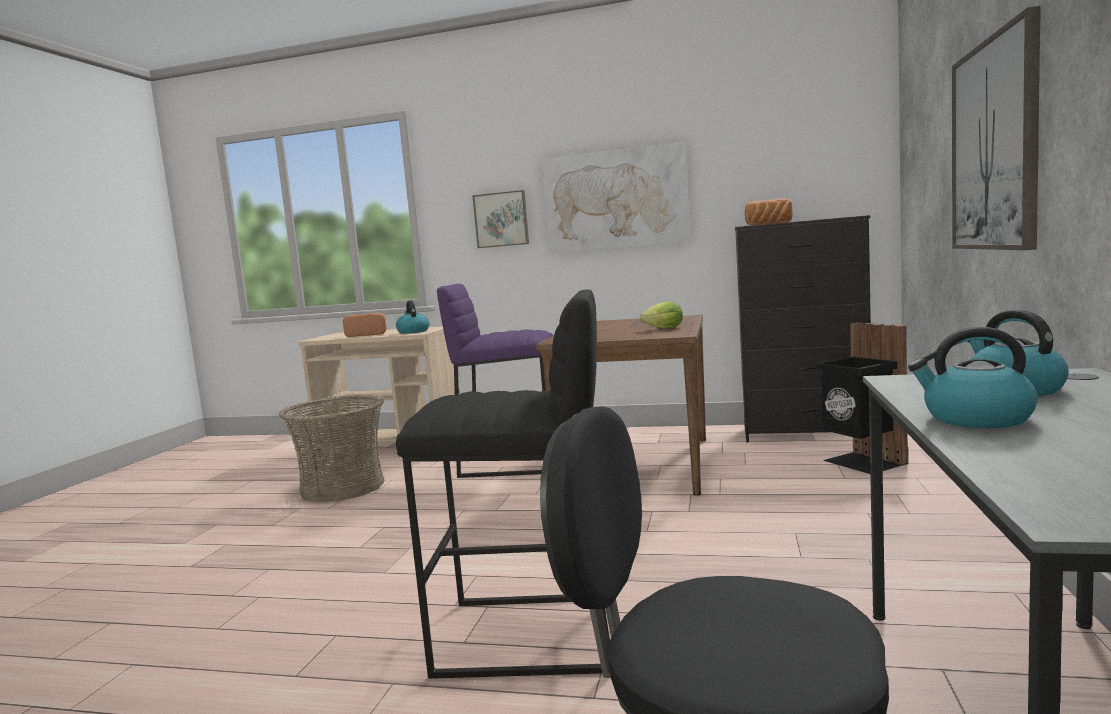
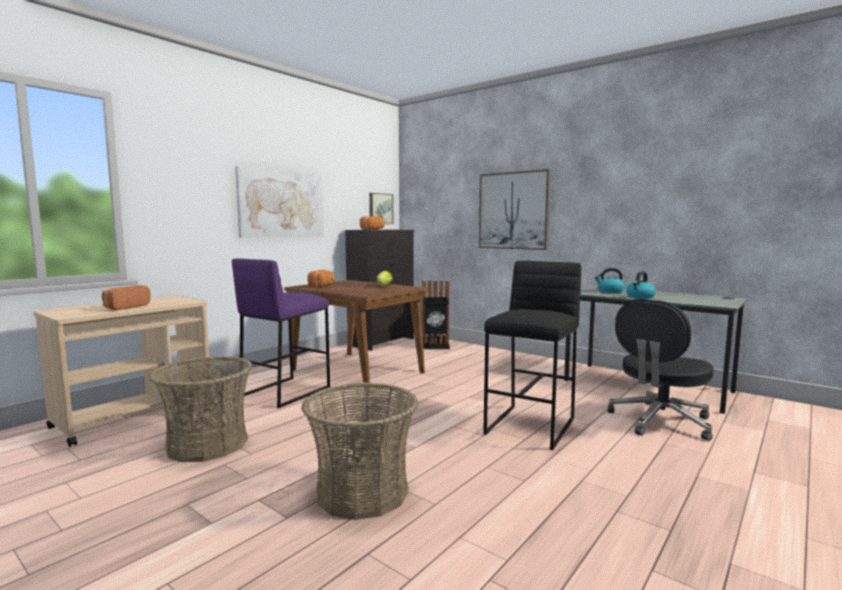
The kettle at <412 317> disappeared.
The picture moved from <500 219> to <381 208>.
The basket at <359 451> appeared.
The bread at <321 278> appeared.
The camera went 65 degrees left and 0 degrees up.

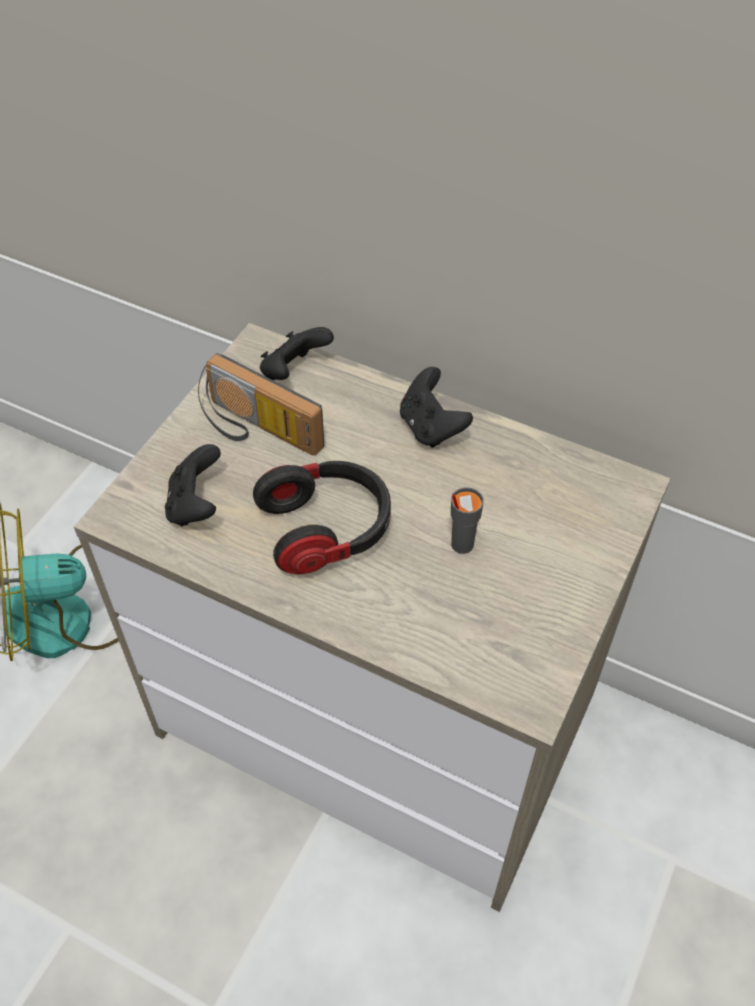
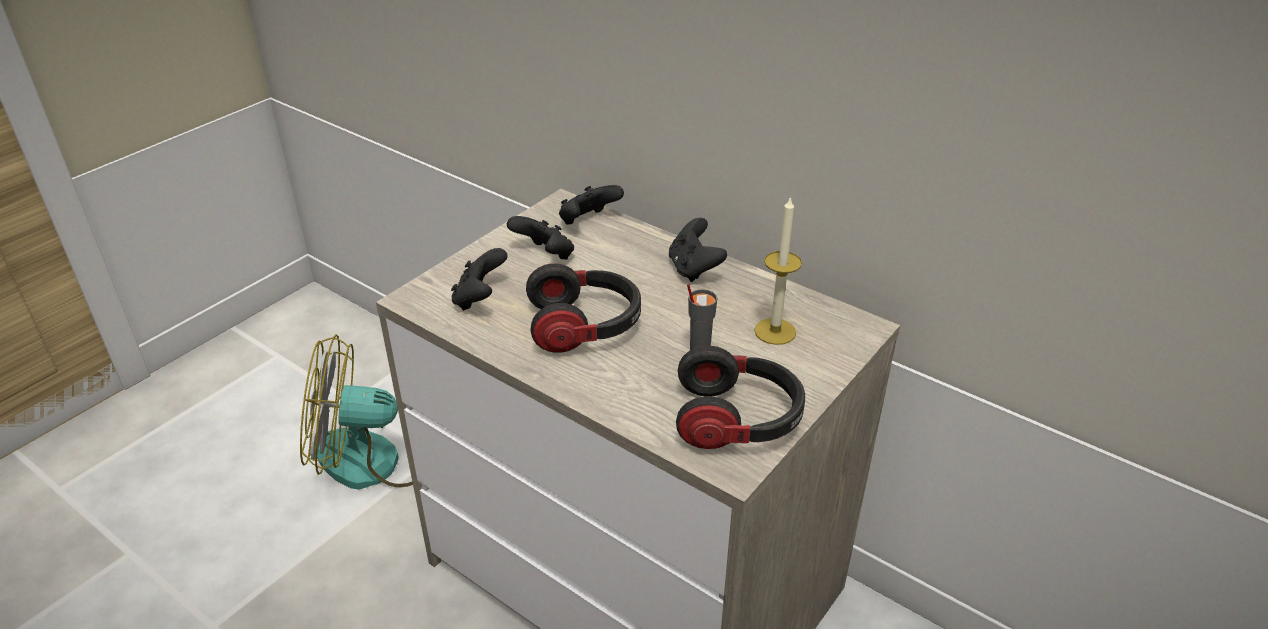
The radio at <261 404> was replaced by the black_game_controller at <540 238>.
The headphones at <740 397> appeared.
The candle at <778 270> appeared.
The camera went 10 degrees right and 15 degrees down.

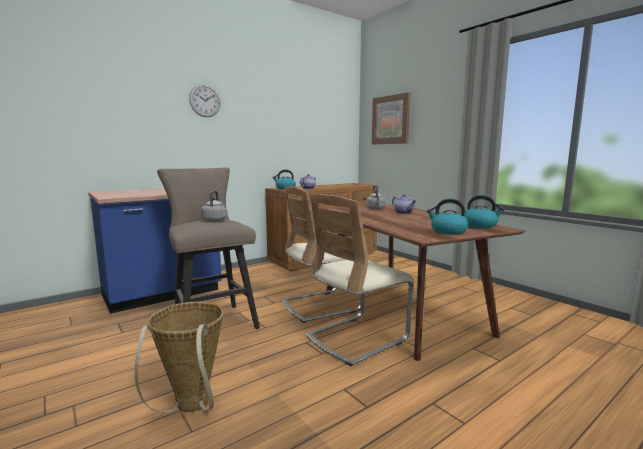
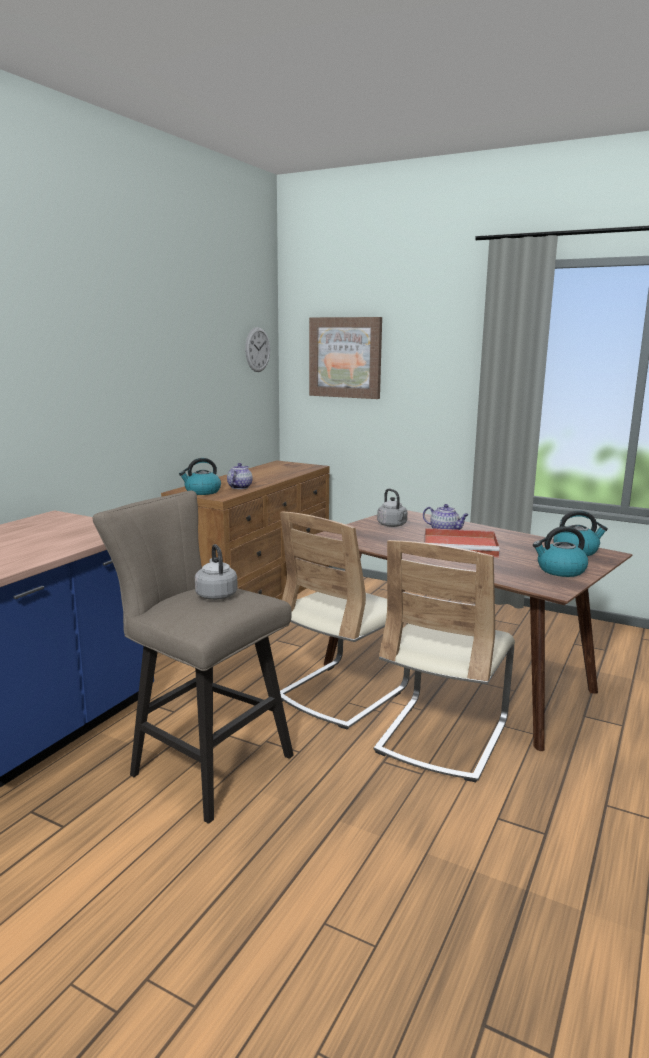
The basket at <179 357> disappeared.
The wall_clock moved from <205 100> to <257 349>.
The red_tray at <462 542> appeared.
The camera went 25 degrees left and 5 degrees up.

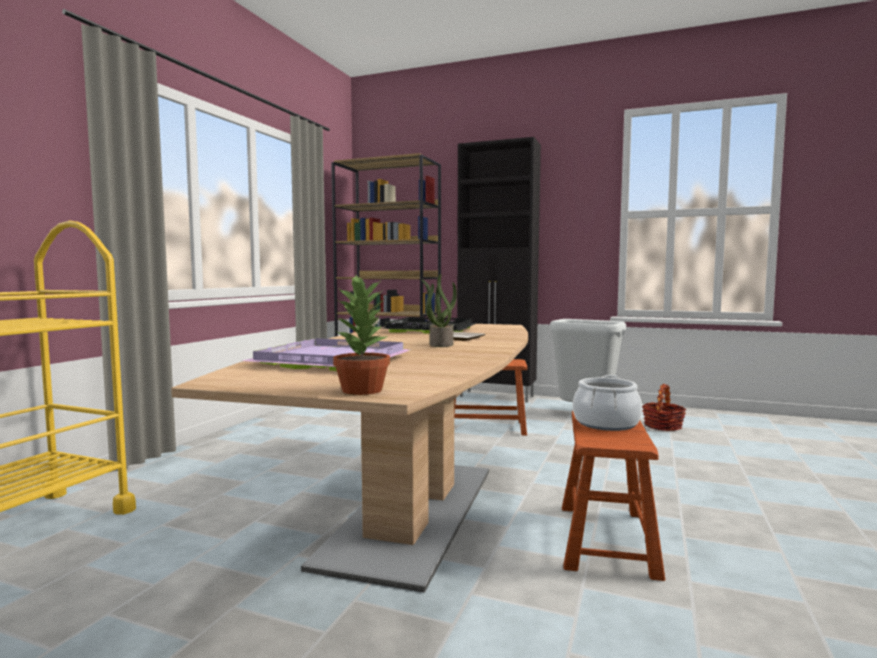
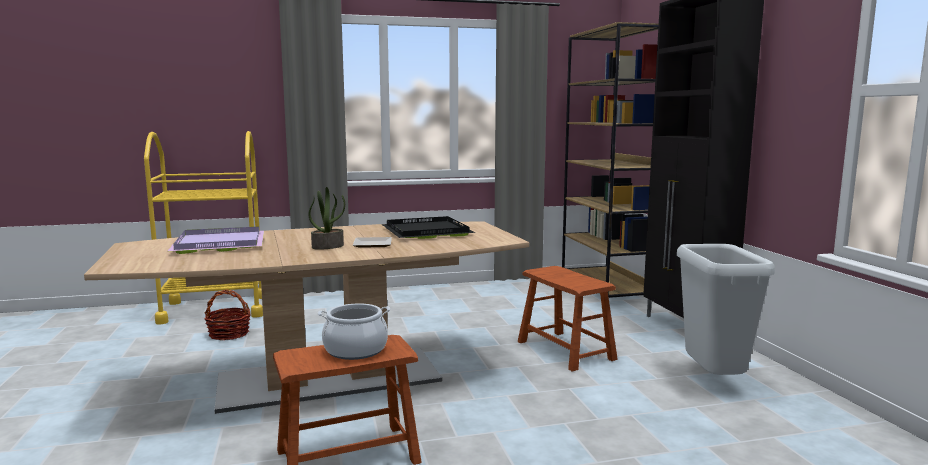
The potted_plant at <361 335> disappeared.
The basket moved from <664 407> to <228 315>.
The camera went 55 degrees right and 5 degrees up.

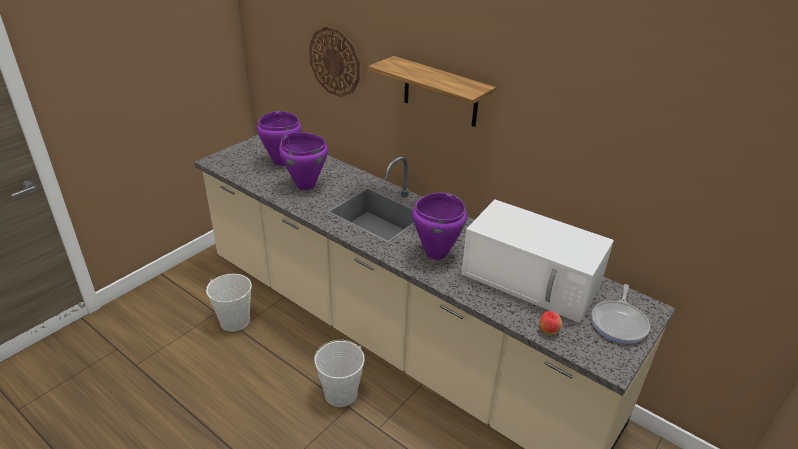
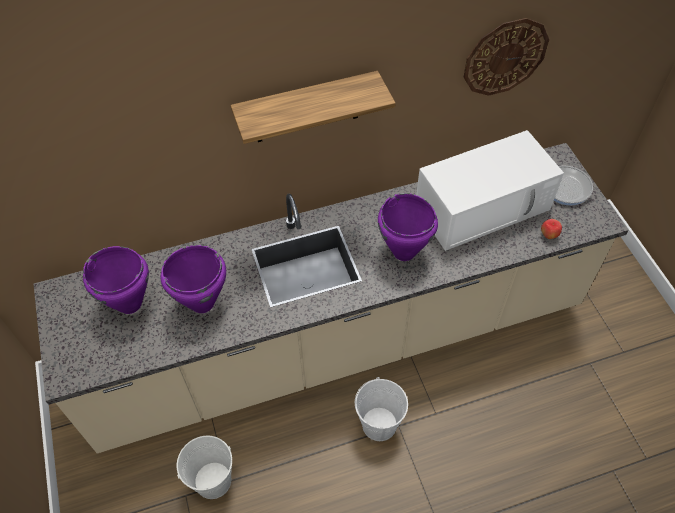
The wall_clock moved from <334 61> to <506 57>.
The camera went 55 degrees left and 20 degrees up.

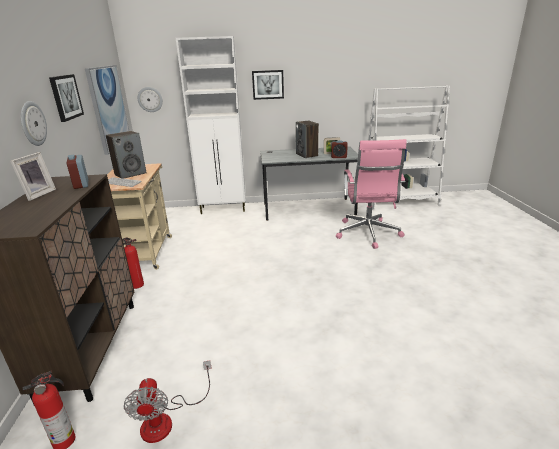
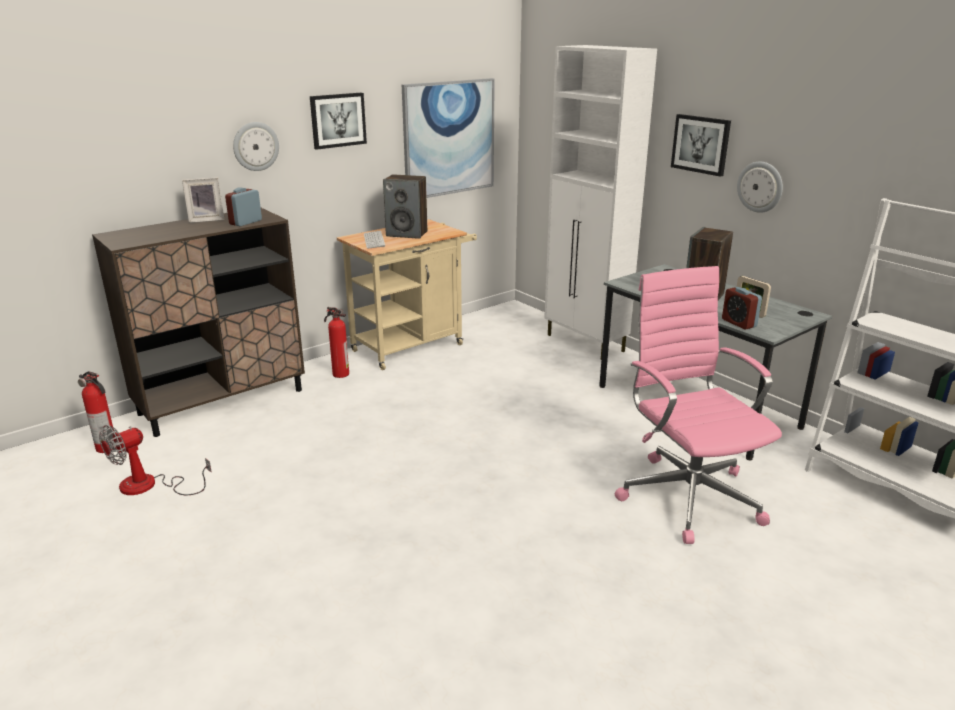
The wall_clock moved from <150 99> to <760 187>.
The pink_office_chair at <371 194> turned 105 degrees clockwise.
The camera went 55 degrees right and 0 degrees up.

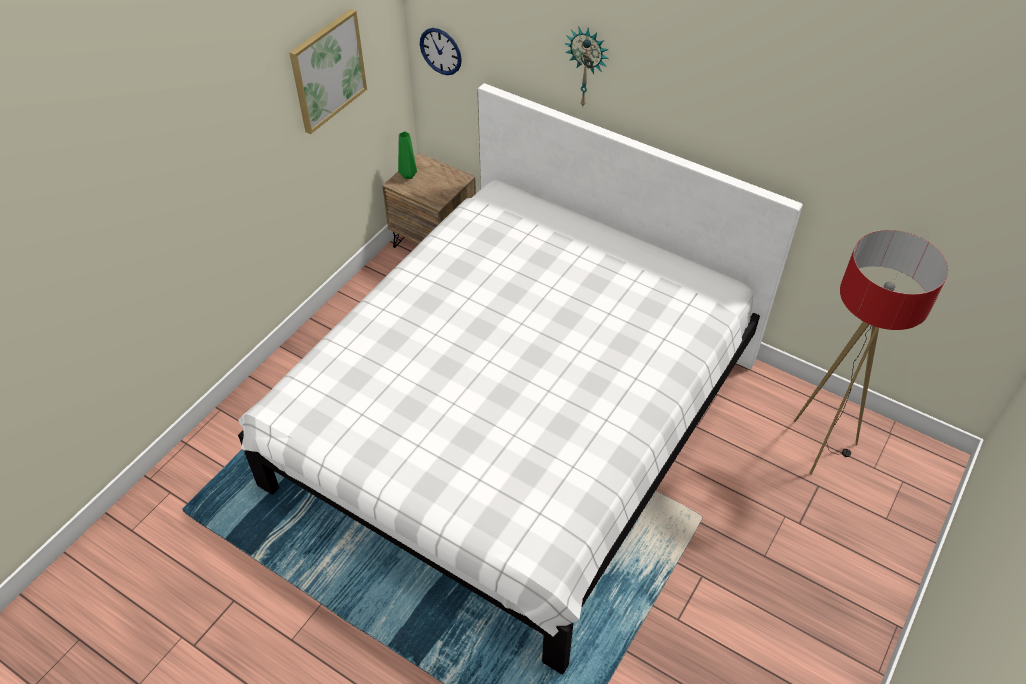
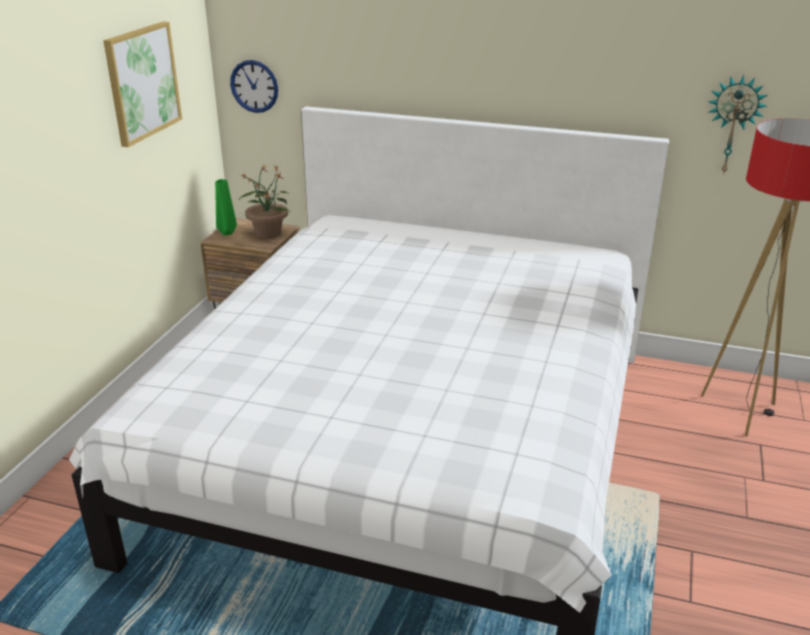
The wall_clock moved from <586 67> to <738 125>.
The potted_plant at <264 201> appeared.
The camera went 15 degrees left and 20 degrees down.

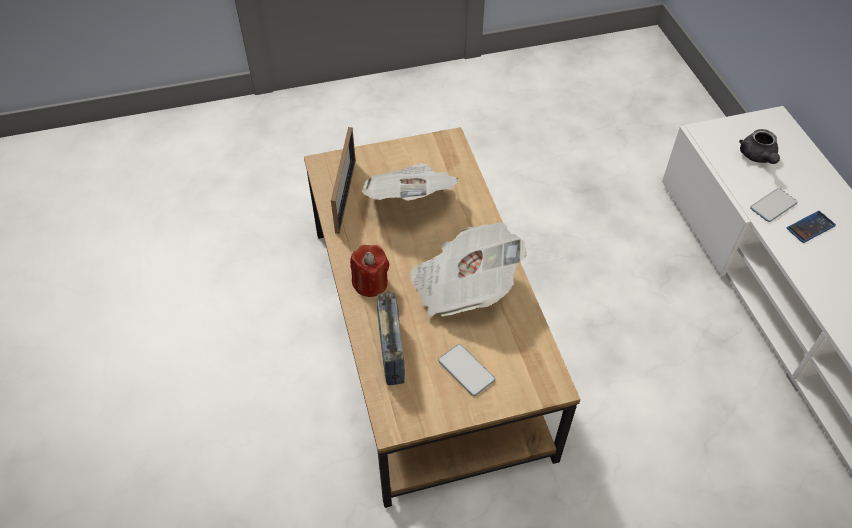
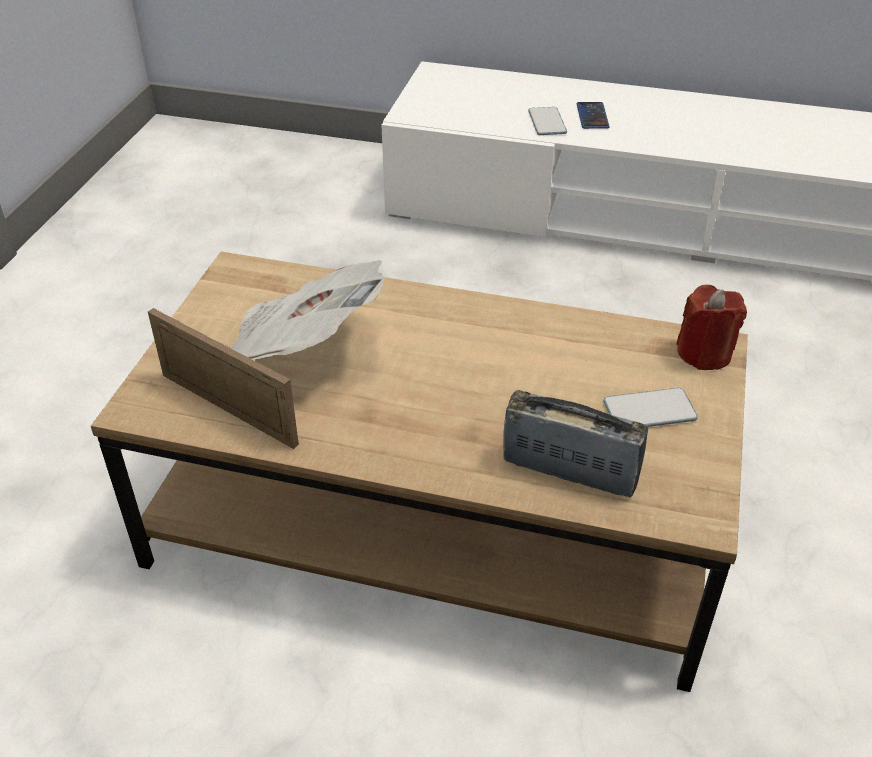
The red_candle moved from <370 271> to <711 327>.
The newspaper at <468 269> disappeared.
The grey_teapot at <759 146> disappeared.
The camera went 60 degrees left and 10 degrees down.

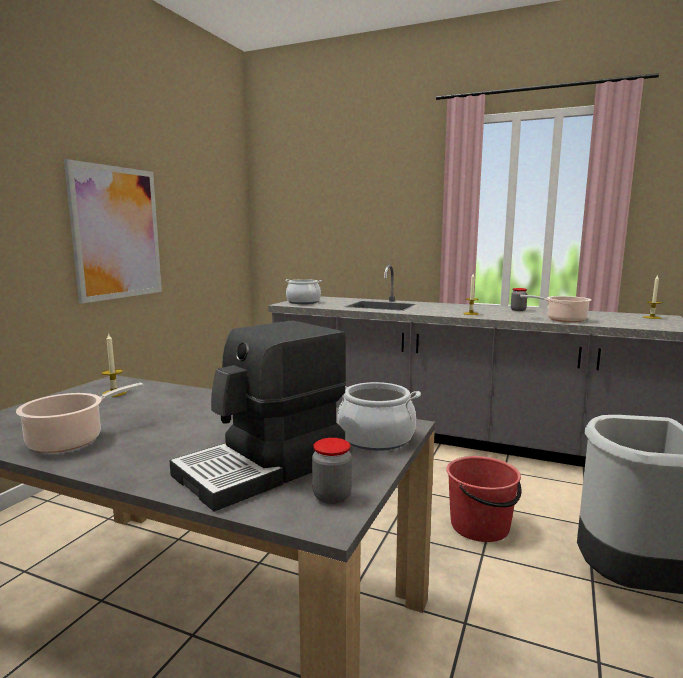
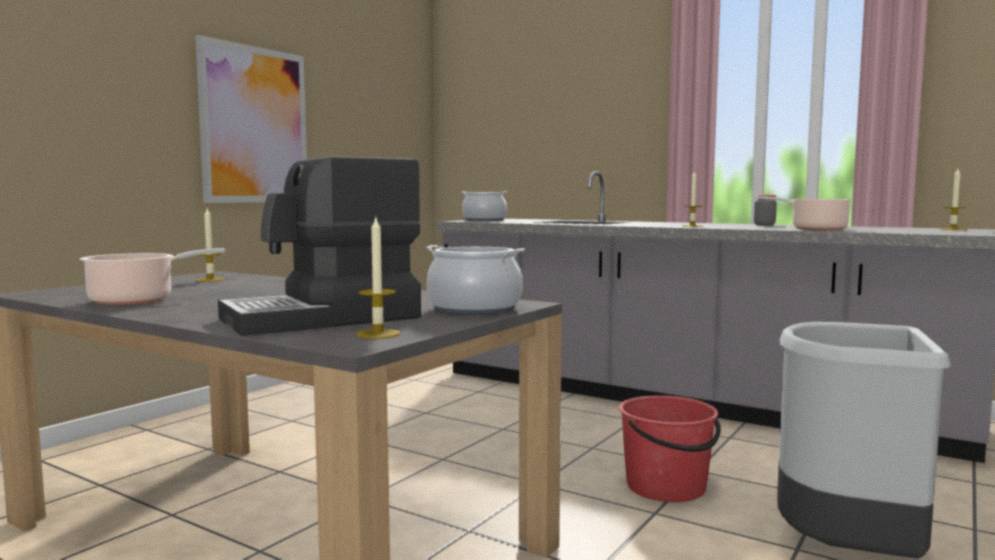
The jar at <332 471> was replaced by the candle at <378 278>.
The camera went 10 degrees right and 5 degrees down.

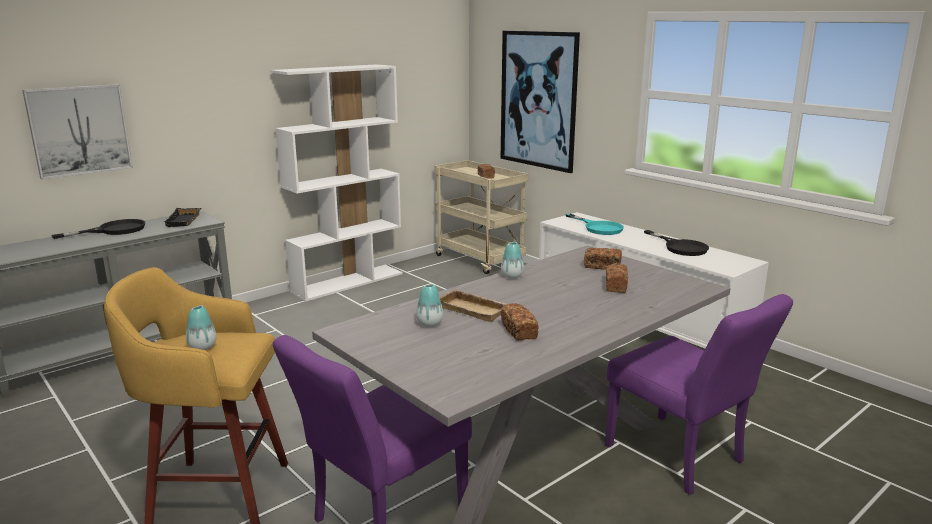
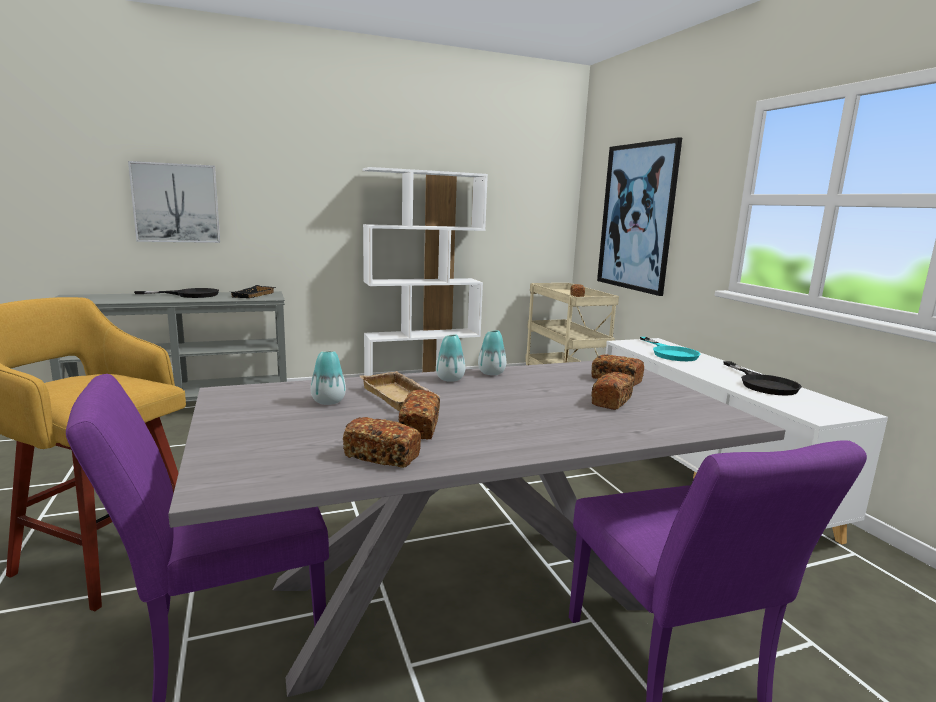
The vase moved from <201 327> to <450 358>.
The bread at <382 442> appeared.
The camera went 20 degrees right and 5 degrees down.

